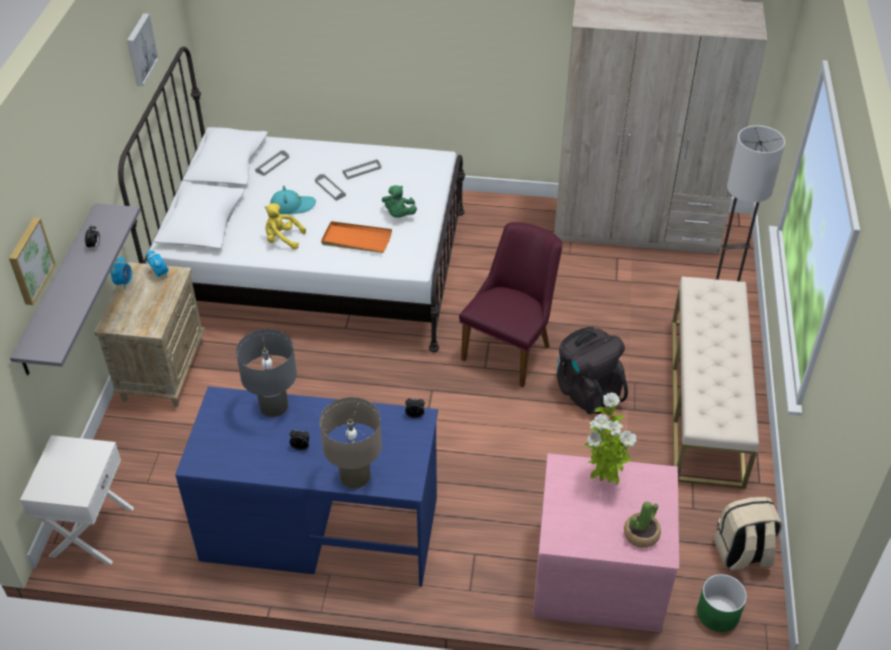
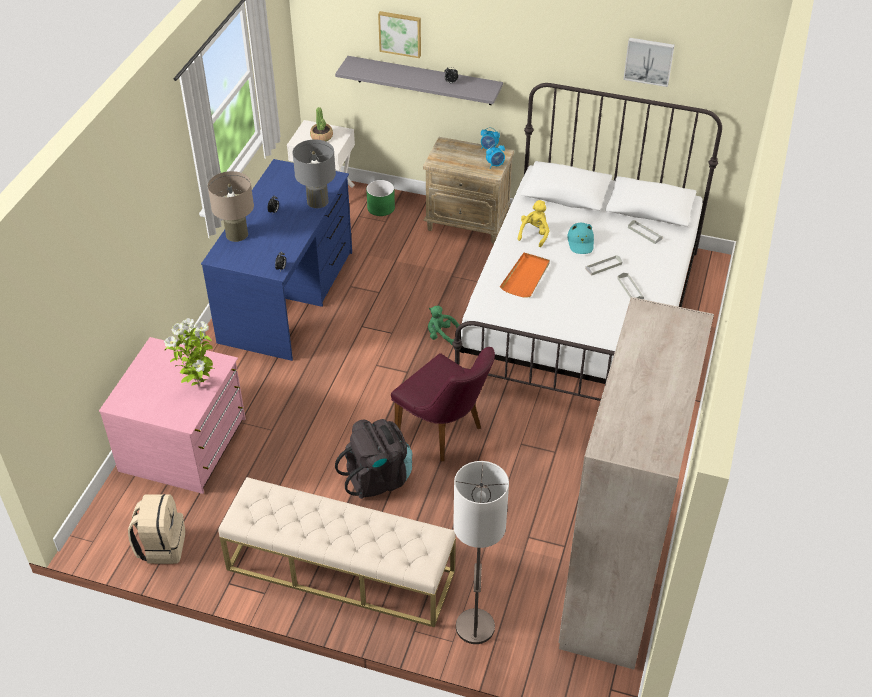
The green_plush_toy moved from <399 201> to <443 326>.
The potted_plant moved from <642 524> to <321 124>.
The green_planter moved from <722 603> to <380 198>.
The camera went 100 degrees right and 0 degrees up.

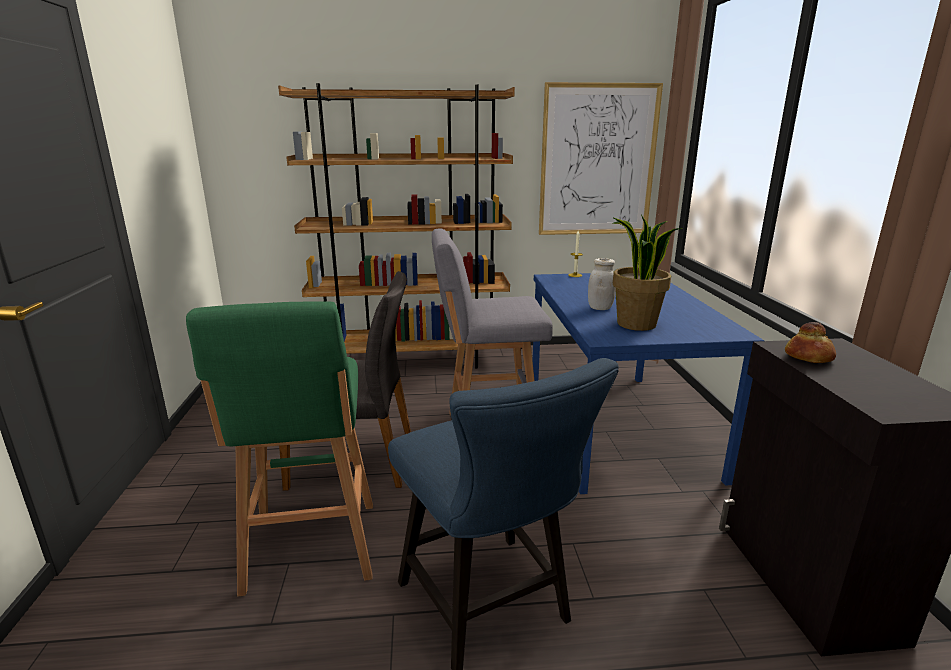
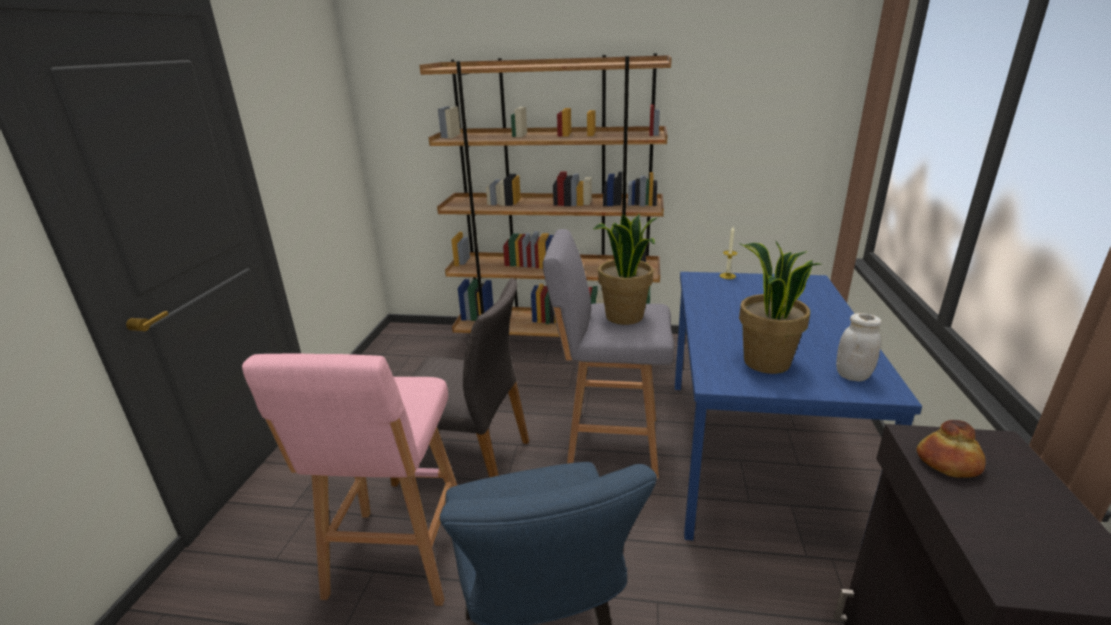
The green_stool at <279 449> became the pink_stool at <349 480>.
The picture at <601 158> disappeared.
The white_jar moved from <602 284> to <859 347>.
The potted_plant at <625 269> appeared.
The camera went 15 degrees right and 5 degrees up.

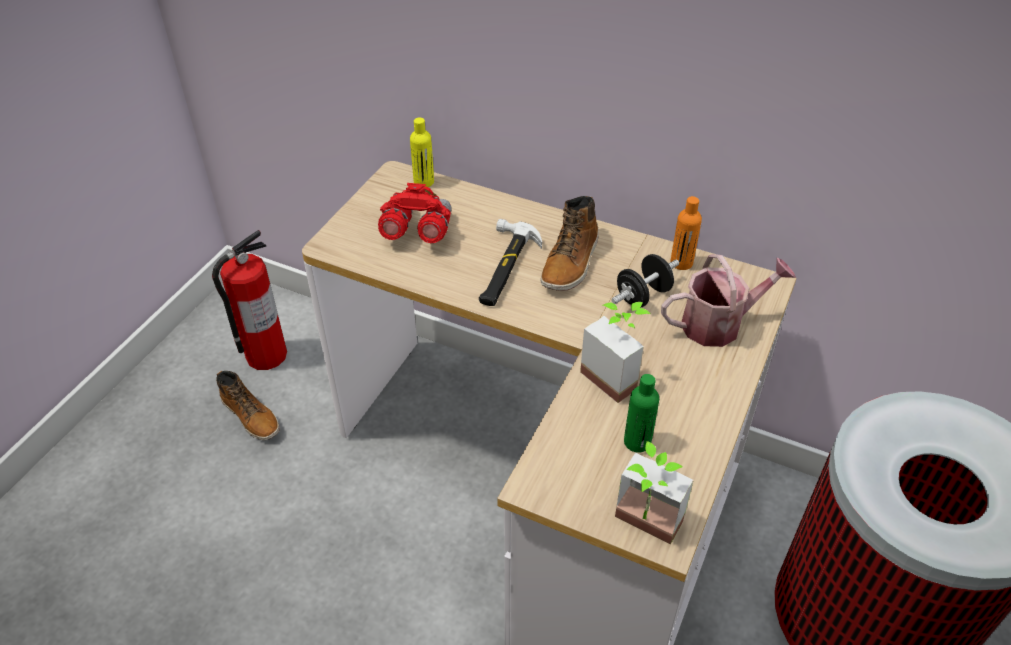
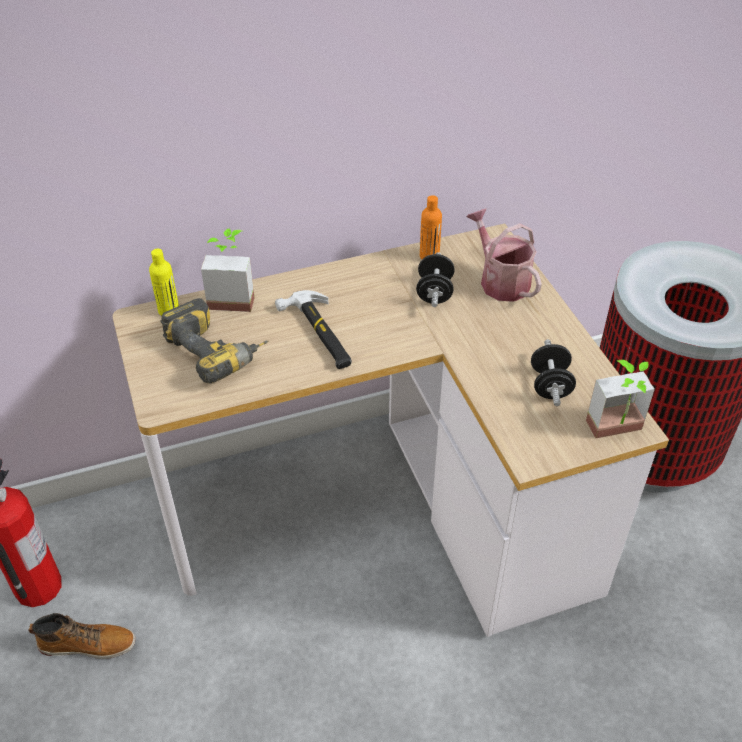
The red_binoculars at <415 213> was replaced by the power_drill at <214 340>.
The boot at <570 243> disappeared.
The potted_plant moved from <615 352> to <228 270>.
The green_bottle at <641 413> was replaced by the black_dumbbell at <553 372>.
The watering_can at <728 300> turned 60 degrees counterclockwise.
The camera went 45 degrees left and 0 degrees up.

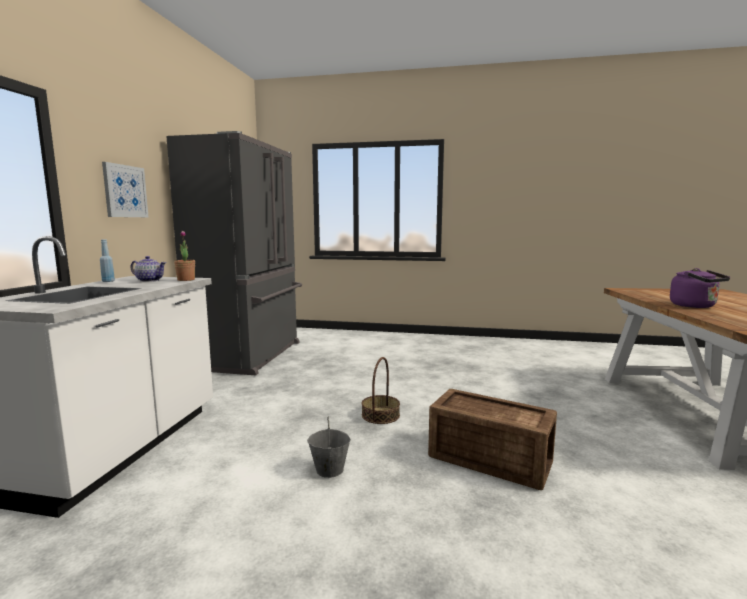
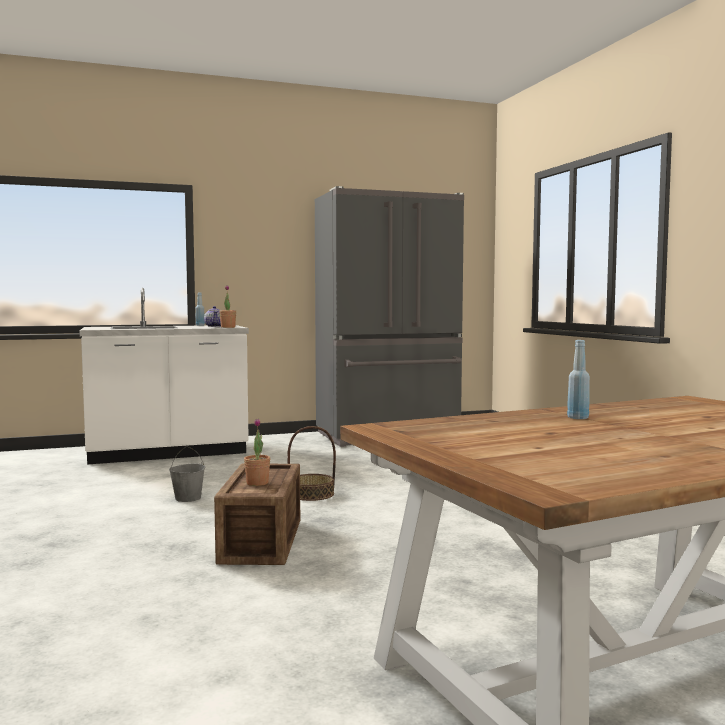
The picture at <125 189> disappeared.
The purple_kettle at <700 288> was replaced by the blue_bottle at <578 379>.
The potted_plant at <257 452> appeared.
The camera went 60 degrees right and 5 degrees down.

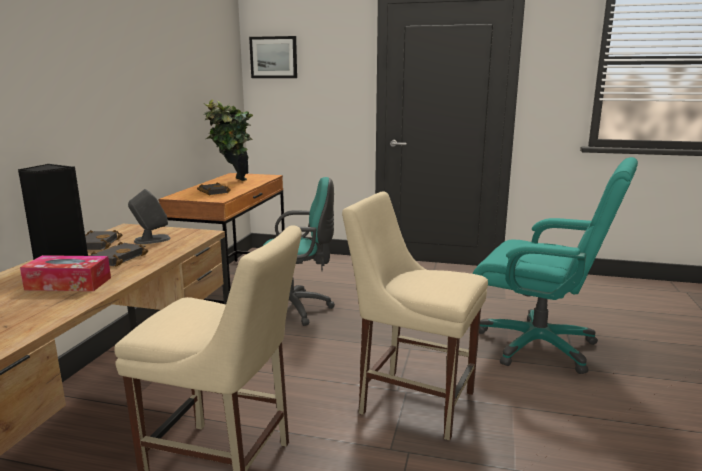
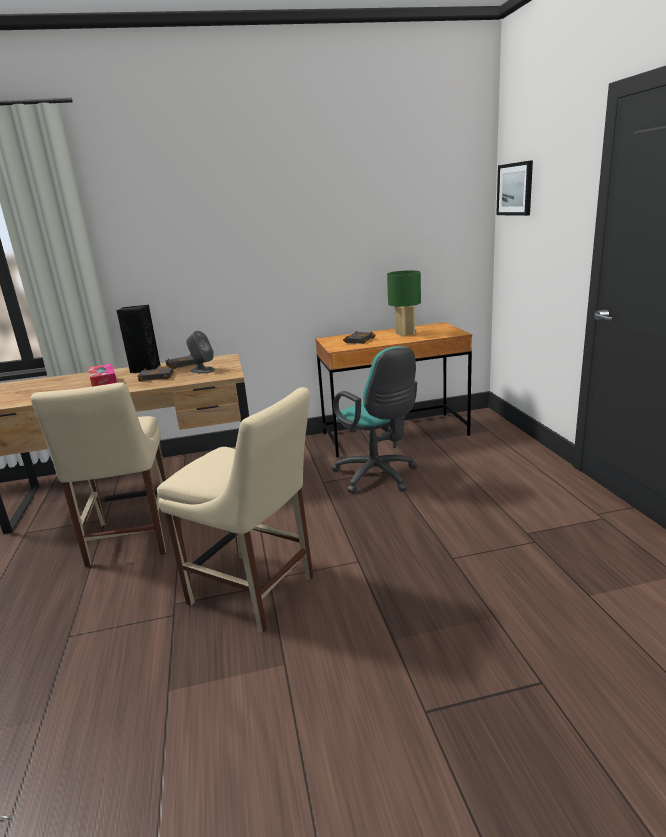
The potted_plant at <228 140> was replaced by the green_table_lamp at <404 303>.
The beige_chair at <415 316> turned 120 degrees clockwise.
The turquoise_office_chair at <555 265> disappeared.
The camera went 65 degrees right and 5 degrees up.

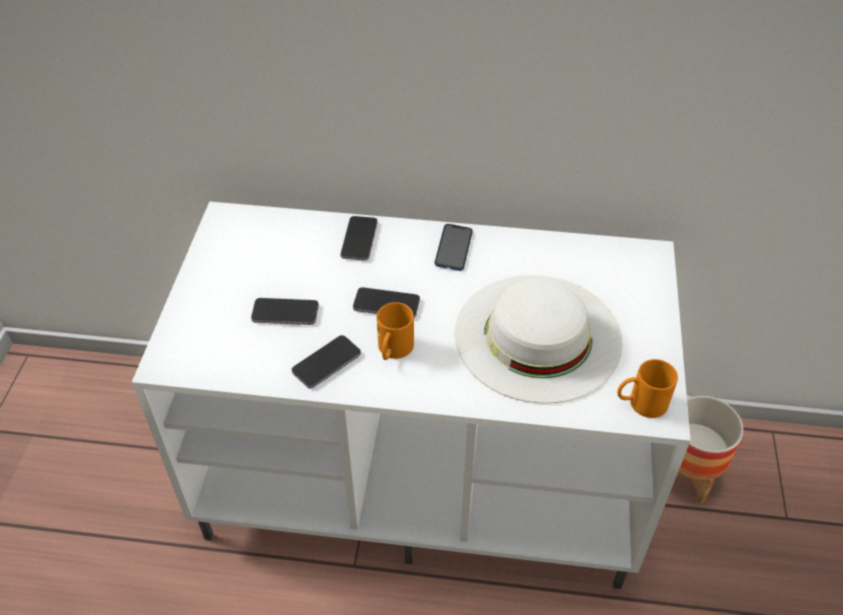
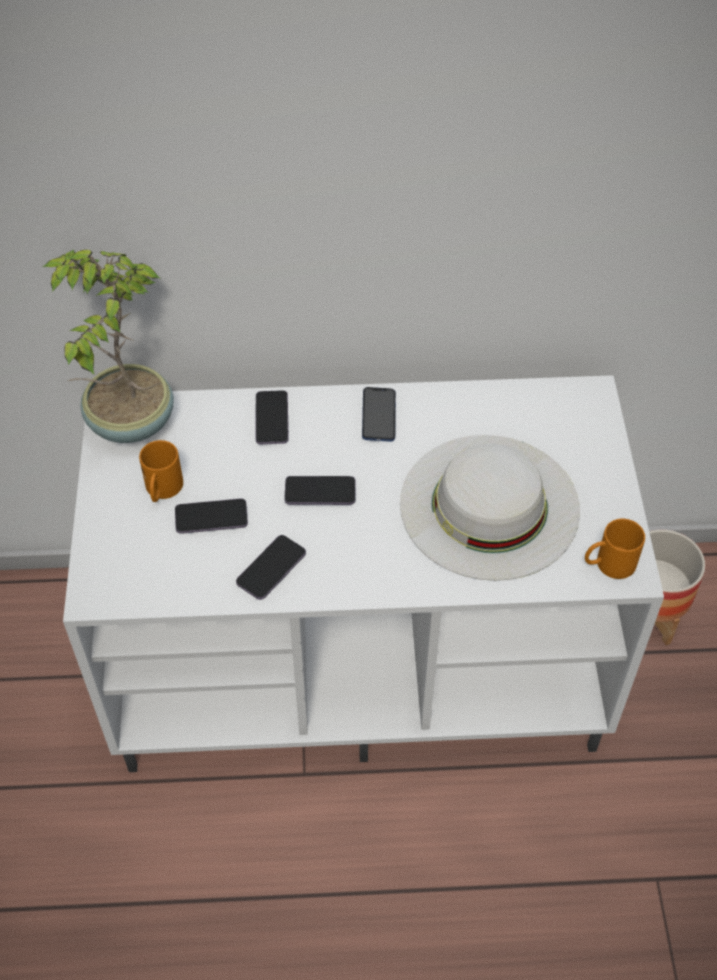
The orange_mug moved from <395 331> to <161 471>.
The potted_plant at <108 346> appeared.
The camera went 10 degrees left and 5 degrees up.

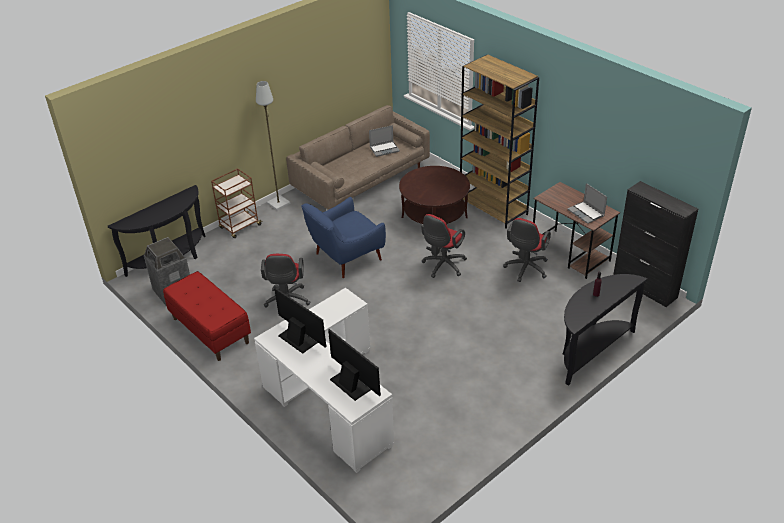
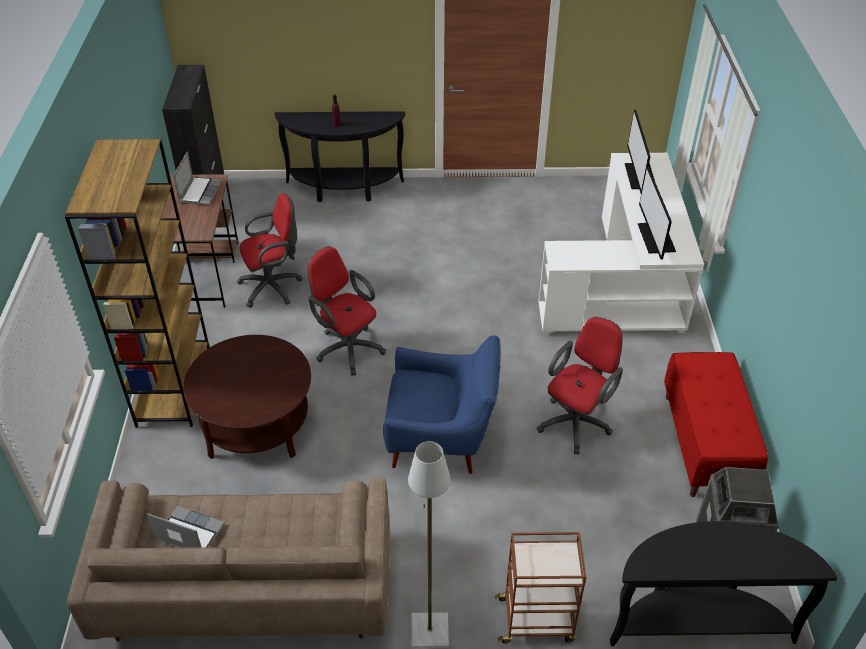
The red_office_chair at <444 246> turned 120 degrees counterclockwise.
The camera went 140 degrees left and 5 degrees up.

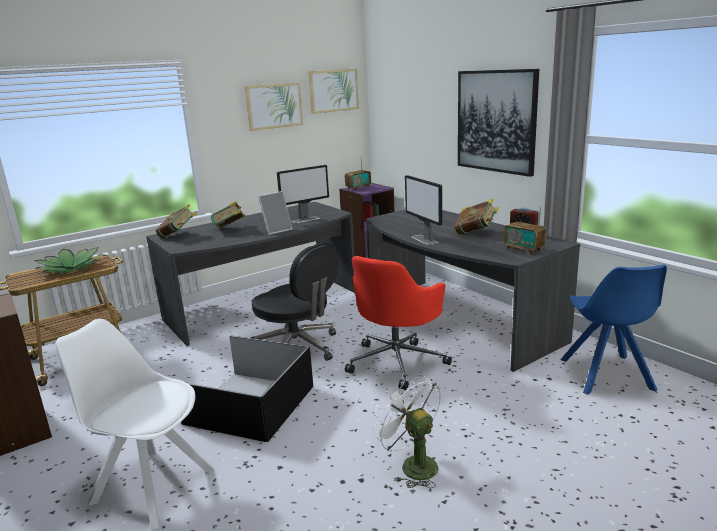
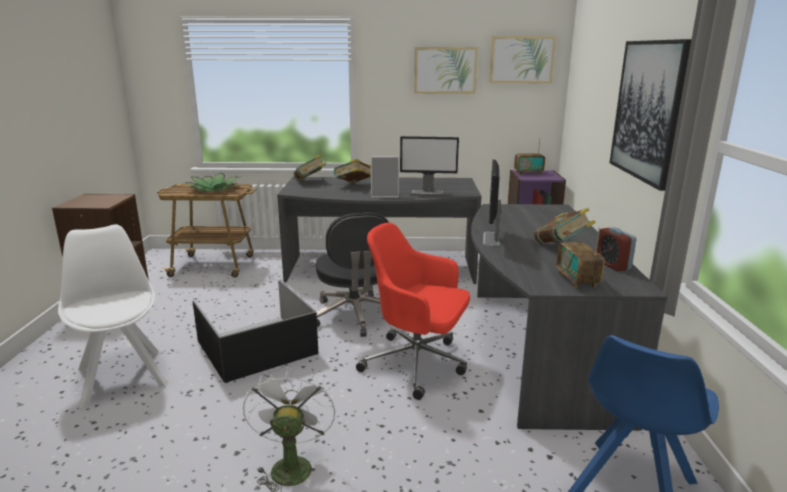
The red_office_chair at <398 323> turned 45 degrees clockwise.
The camera went 35 degrees right and 0 degrees up.

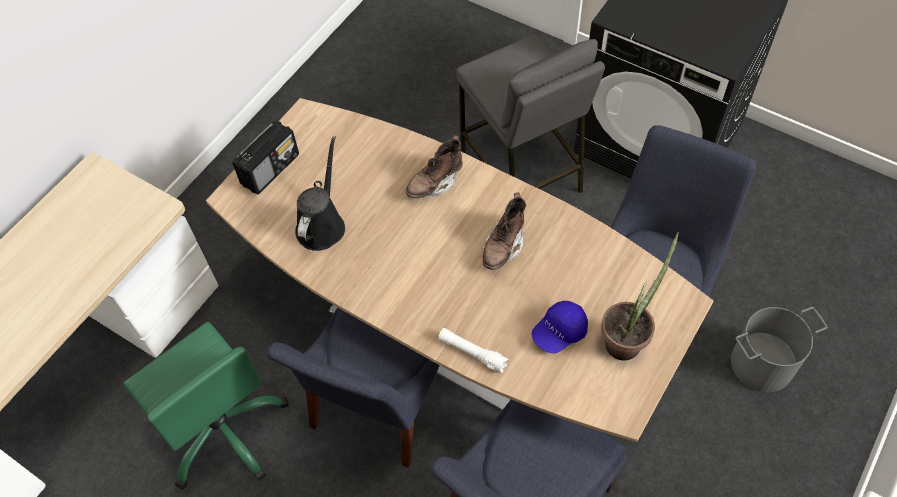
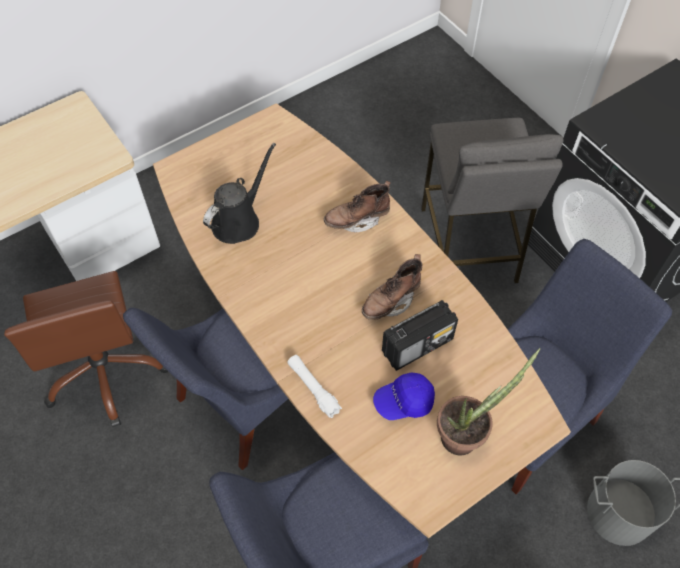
The green_office_chair at <206 405> became the brown_office_chair at <86 349>.
The radio moved from <265 158> to <420 335>.
The camera went 20 degrees right and 0 degrees up.

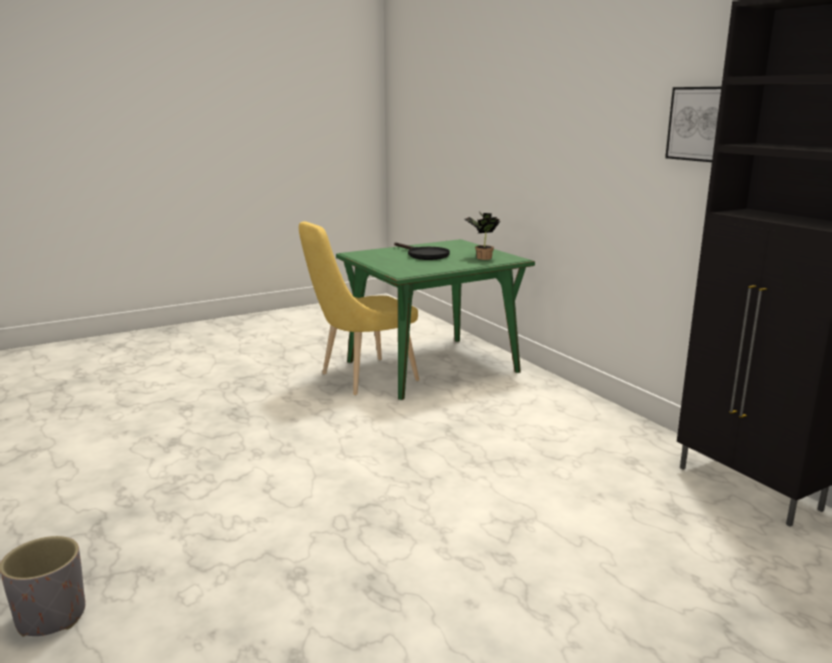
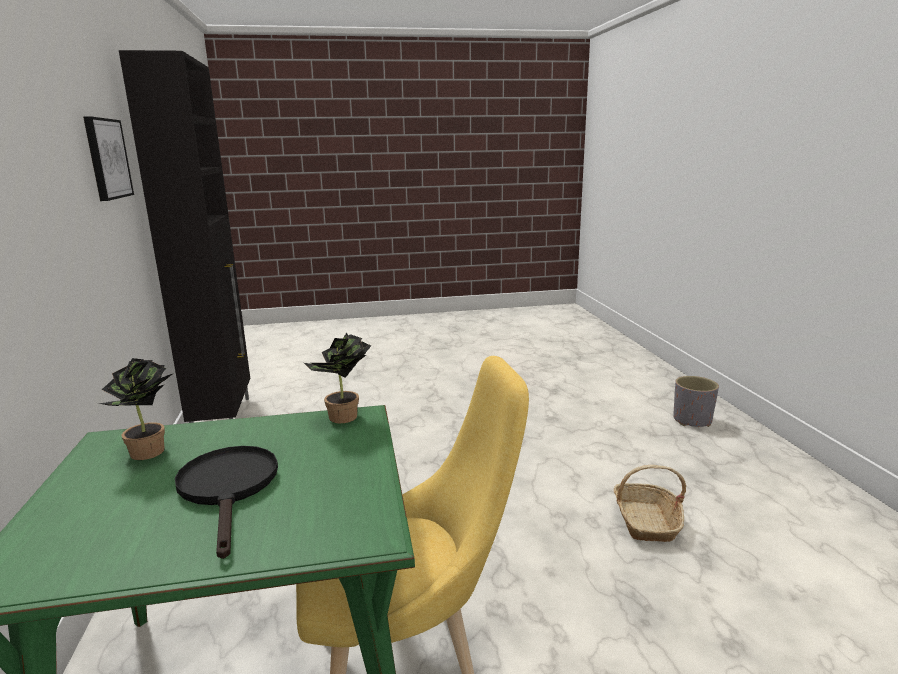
The potted_plant at <337 377> appeared.
The basket at <650 503> appeared.
The camera went 160 degrees left and 0 degrees up.

